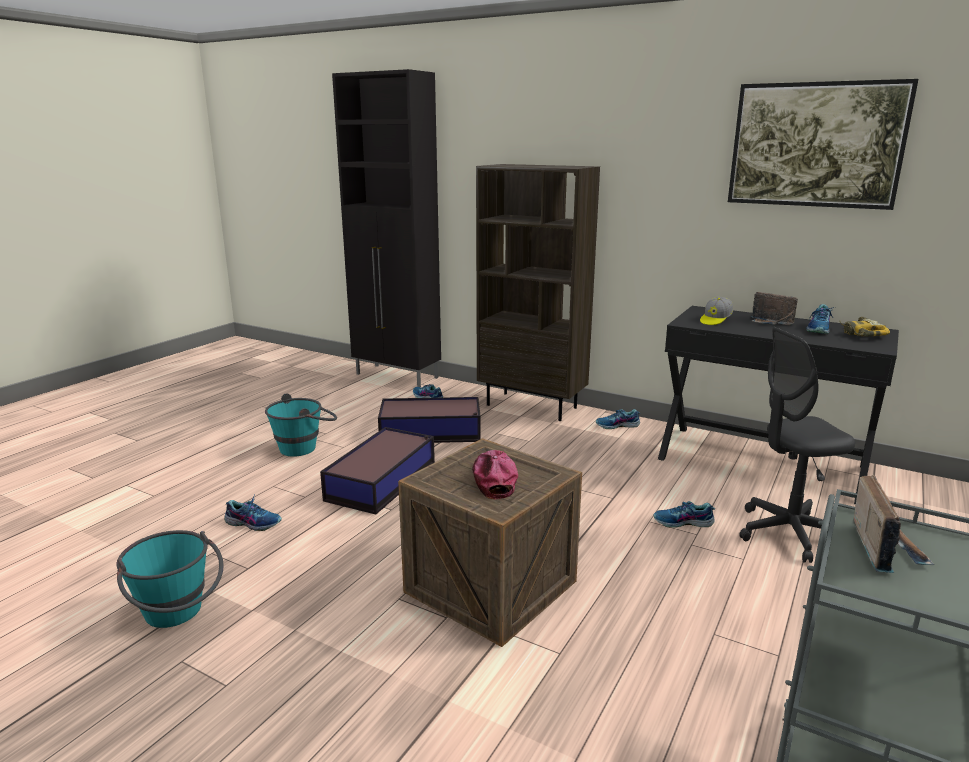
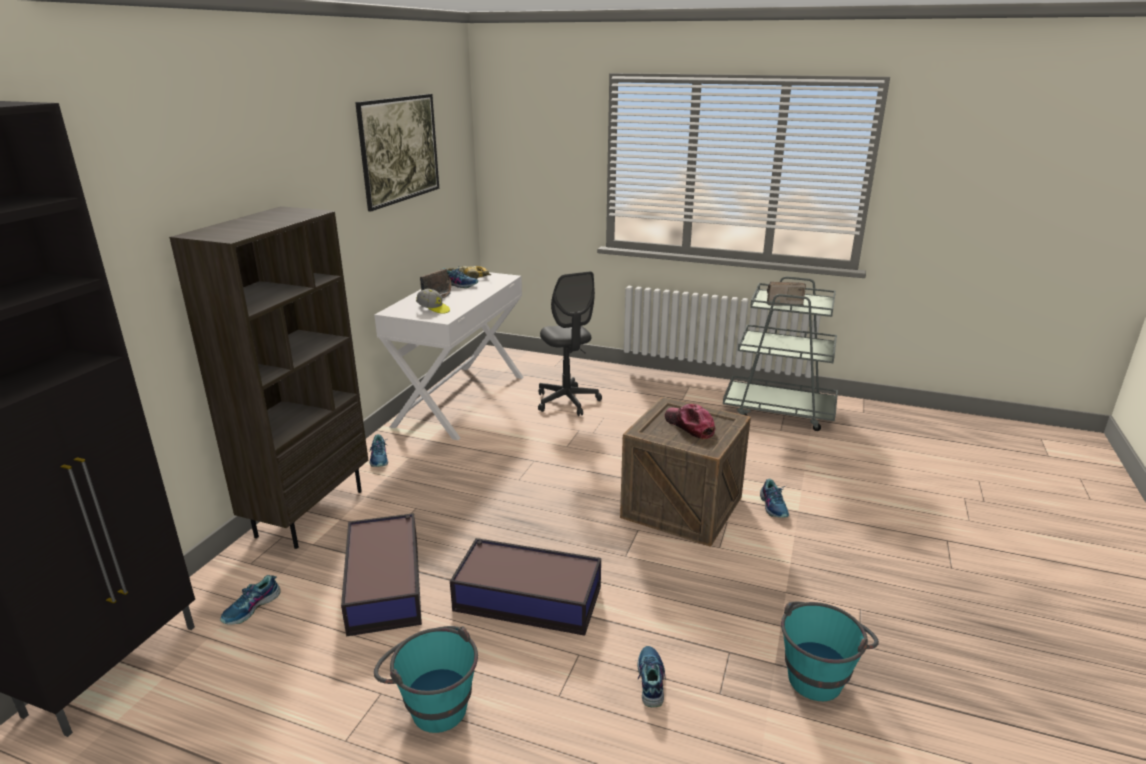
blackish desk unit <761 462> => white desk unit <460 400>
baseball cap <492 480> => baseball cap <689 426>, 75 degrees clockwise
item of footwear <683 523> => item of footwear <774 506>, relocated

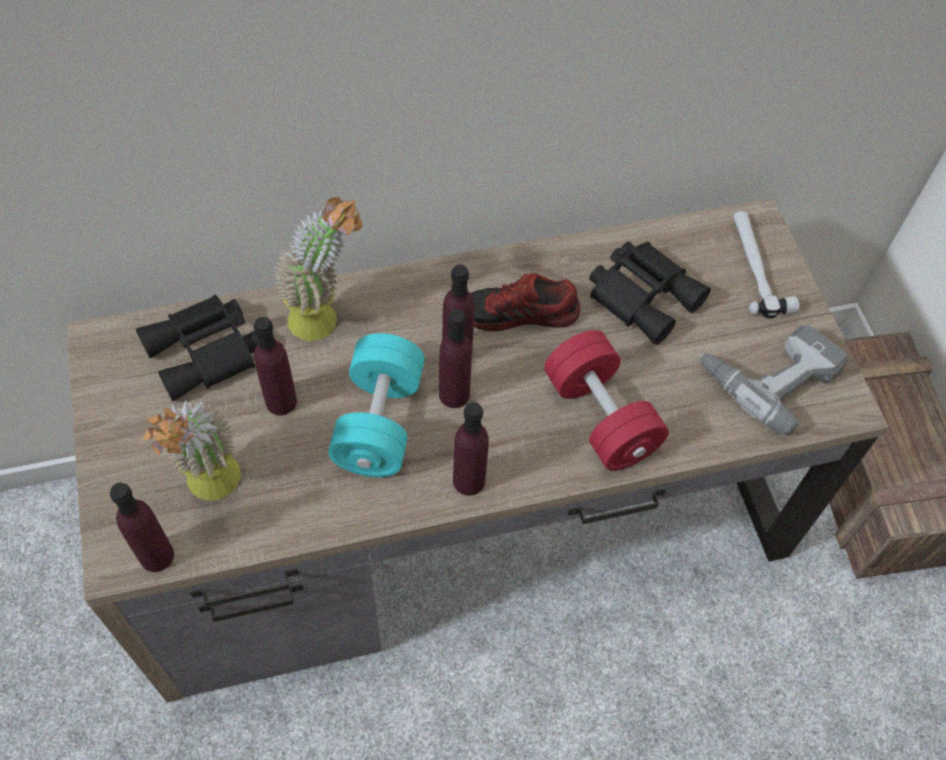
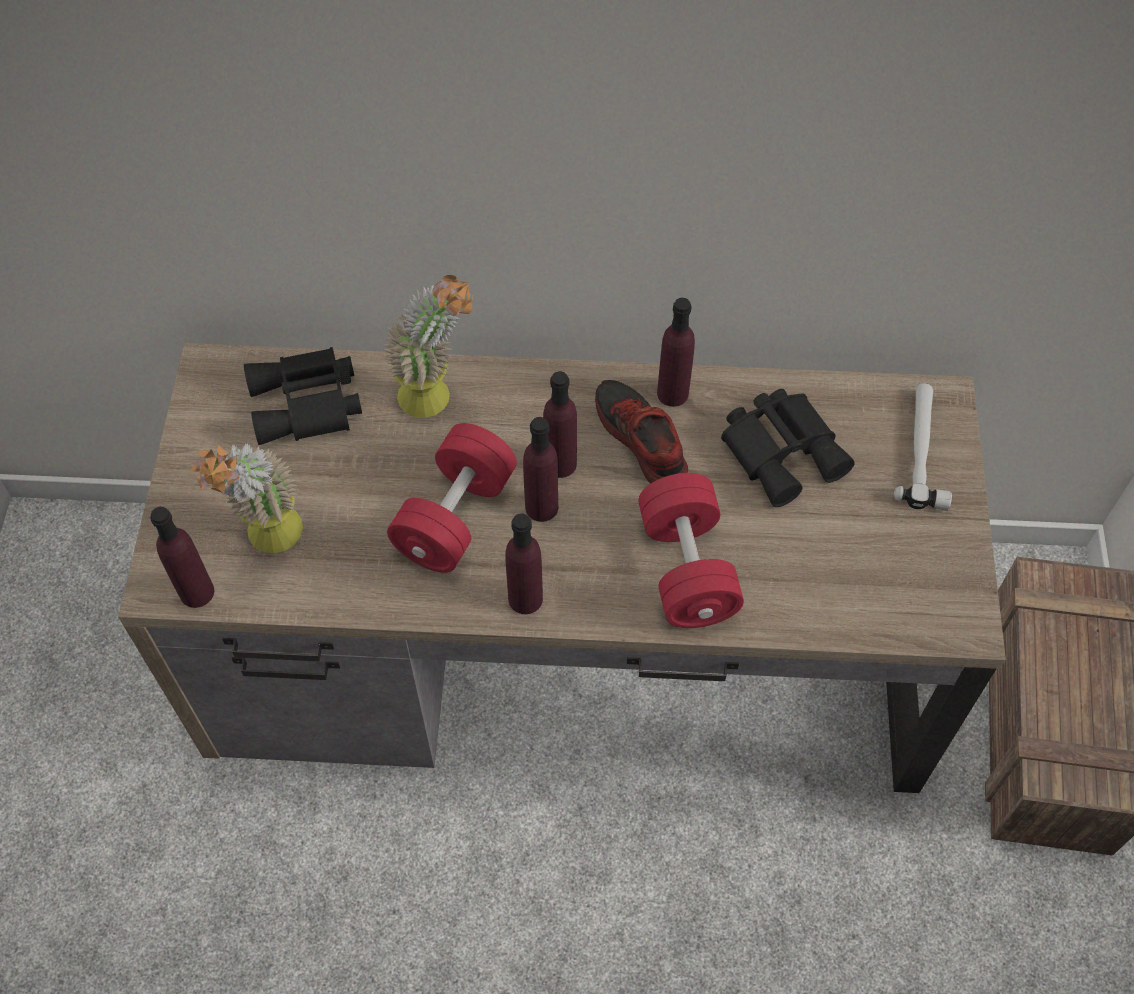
turquoise-coloured free weight <379 422> => red-coloured free weight <455 516>
item of footwear <518 315> => item of footwear <639 440>, 45 degrees clockwise
purple bottle <281 401> => purple bottle <672 393>, relocated
electric drill <768 374> => nothing

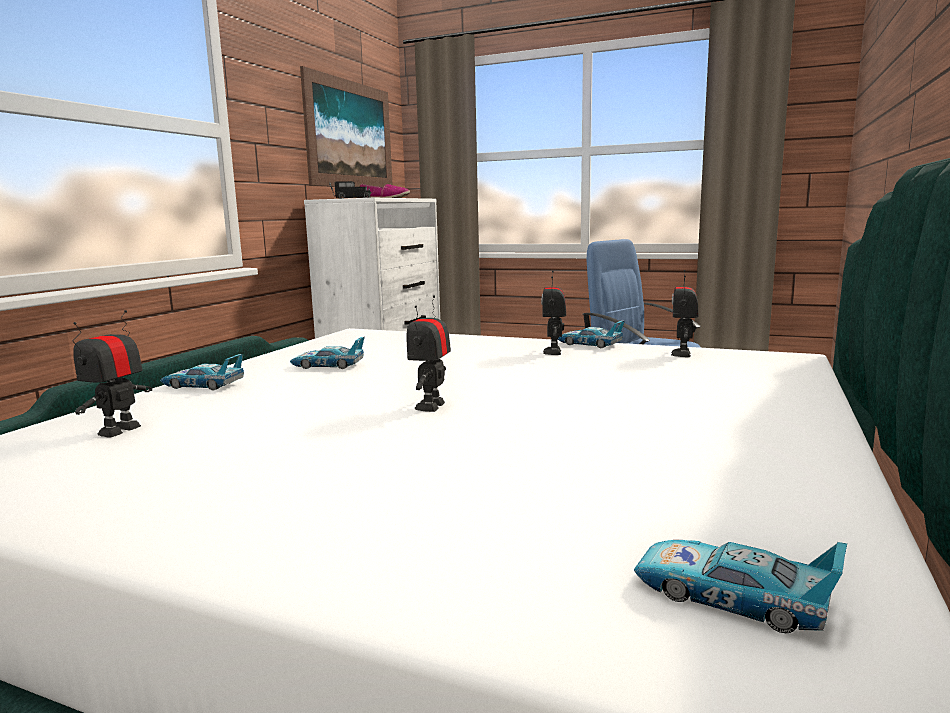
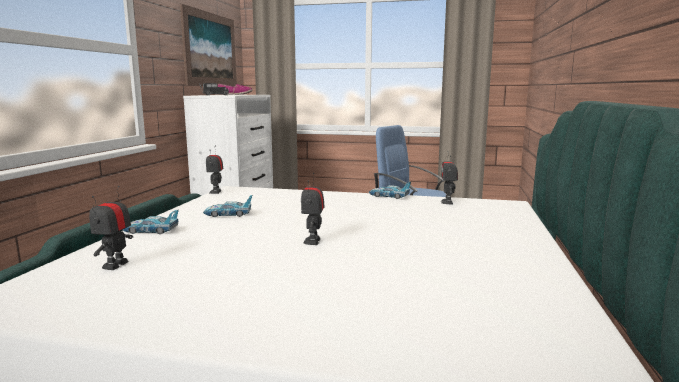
model robot <553 352> => model robot <216 192>, relocated
toy car <732 597> => nothing

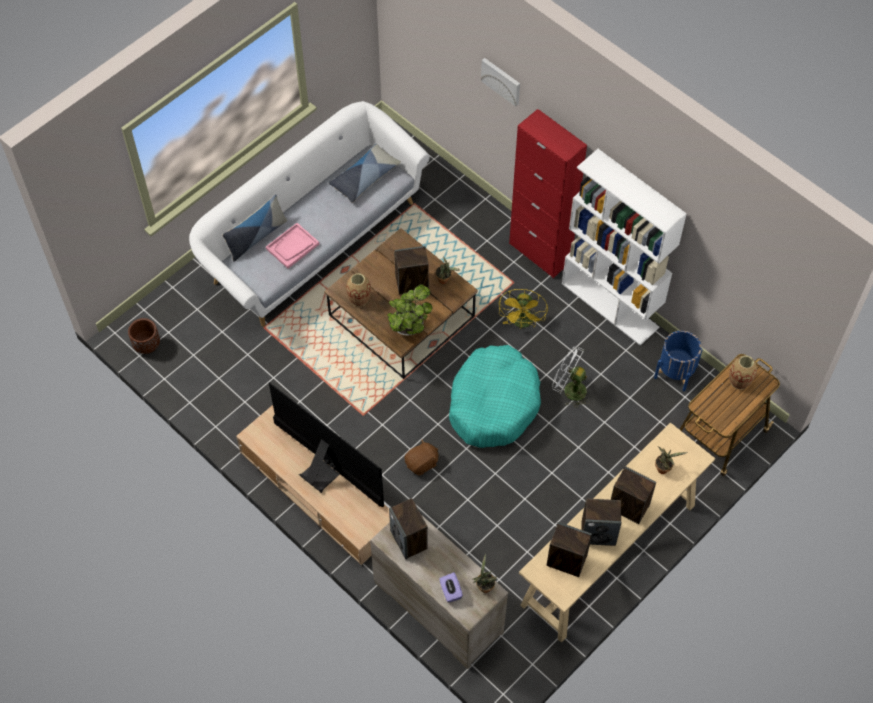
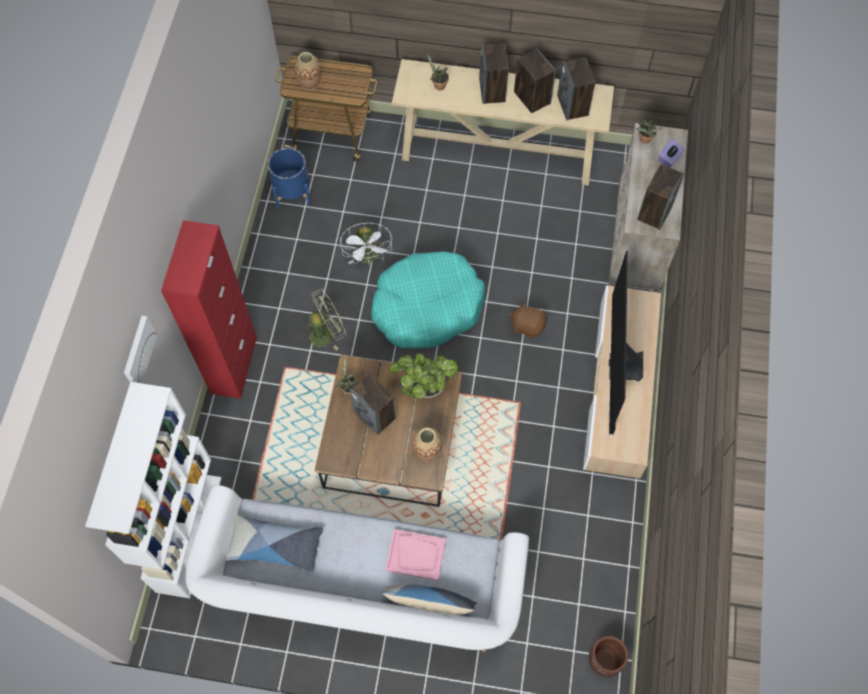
white bookcase <610 305> => white bookcase <188 533>, relocated
yellowish cooling fan <522 323> => green cooling fan <326 333>

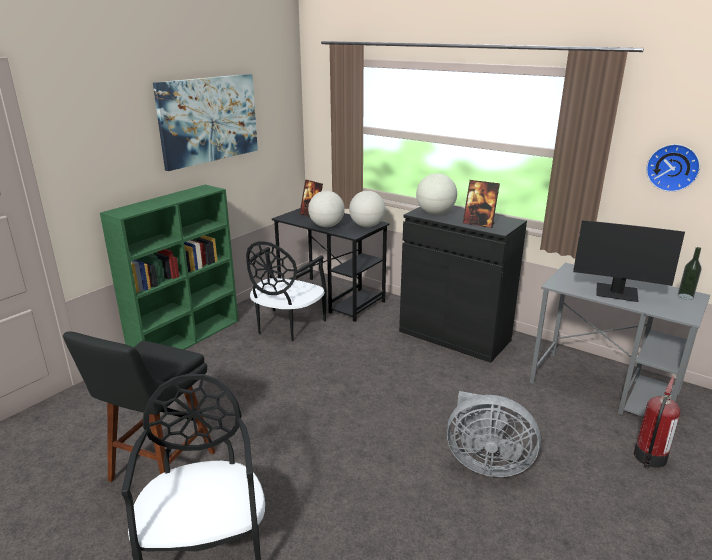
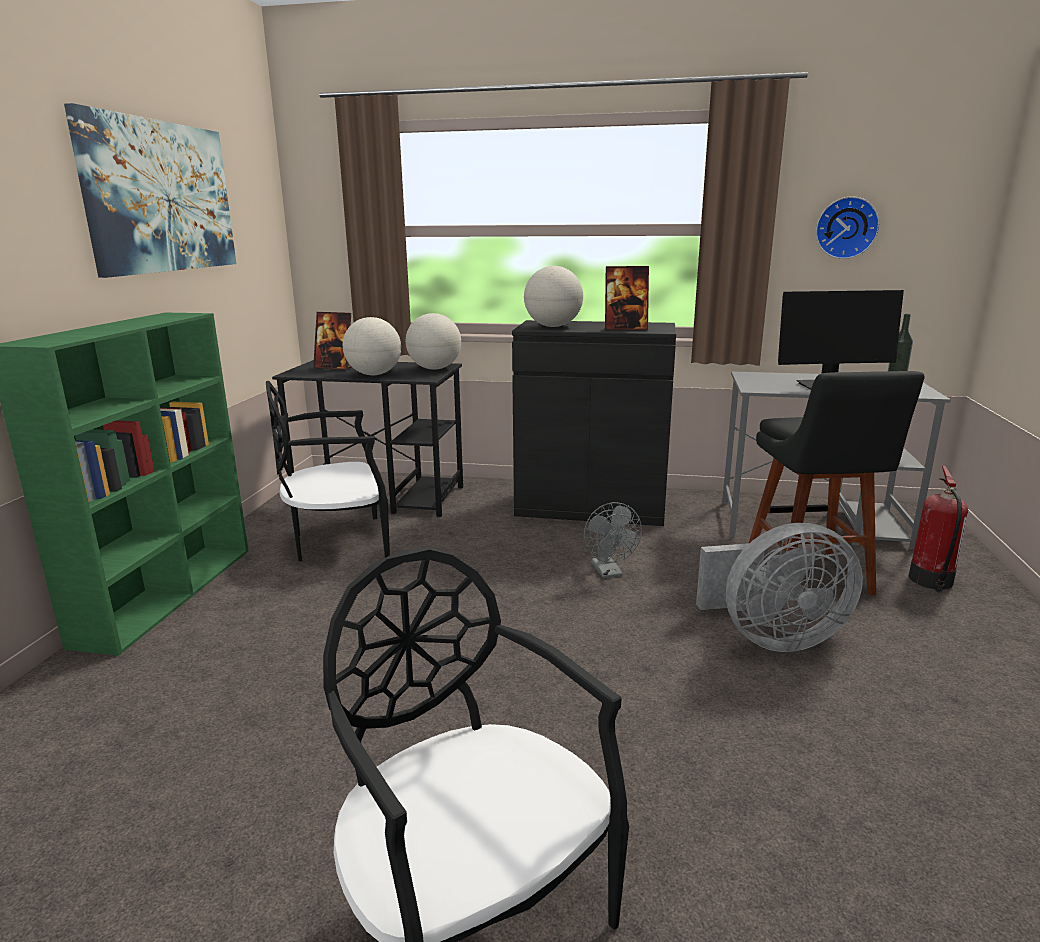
blackish plain chair <287 326> => blackish plain chair <338 542>, 75 degrees clockwise
nothing => grey cooling fan <609 572>
blackish stool seat <159 469> => blackish stool seat <809 577>, relocated

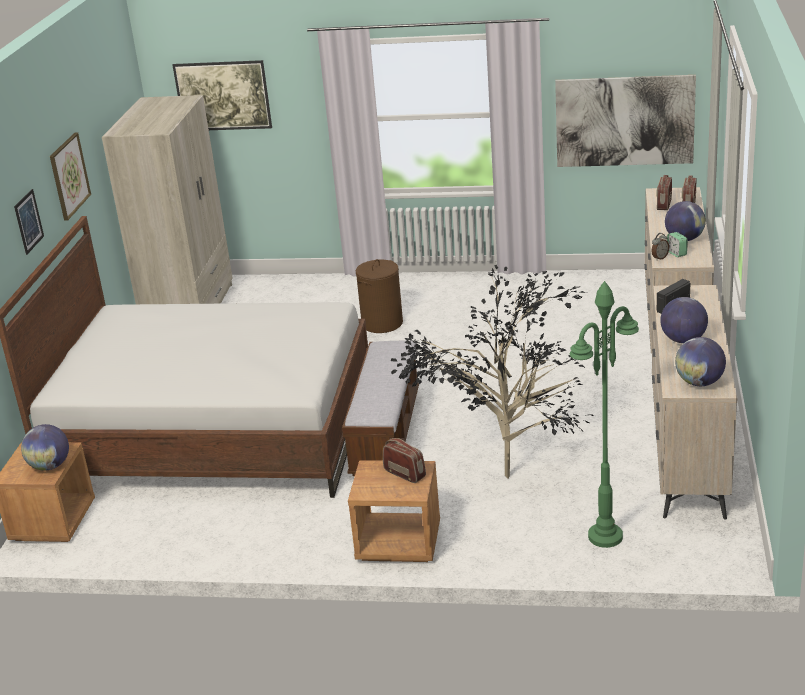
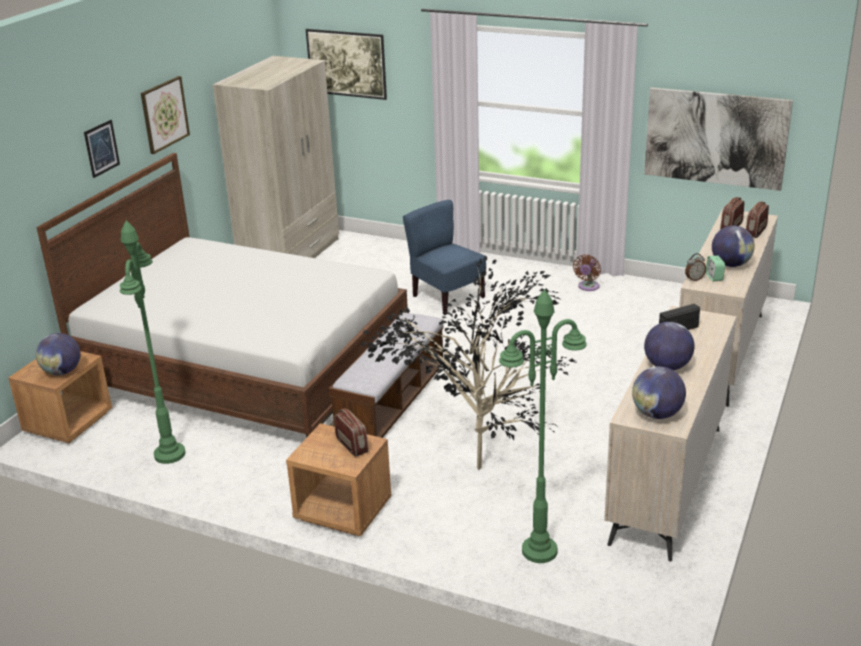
nothing => green standing lamp <169 454>
brown-coloured washing basket <382 323> => blue-coloured plain chair <447 297>
nothing => brown-coloured cooling fan <588 287>

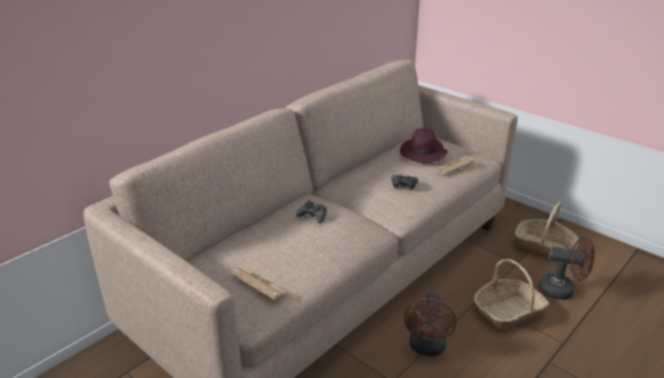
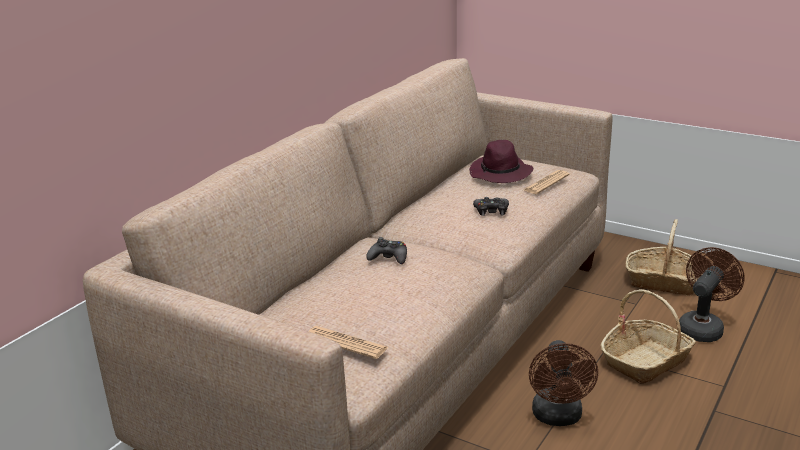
brown-coloured cooling fan <562 290> => brown-coloured cooling fan <702 327>, 60 degrees counterclockwise

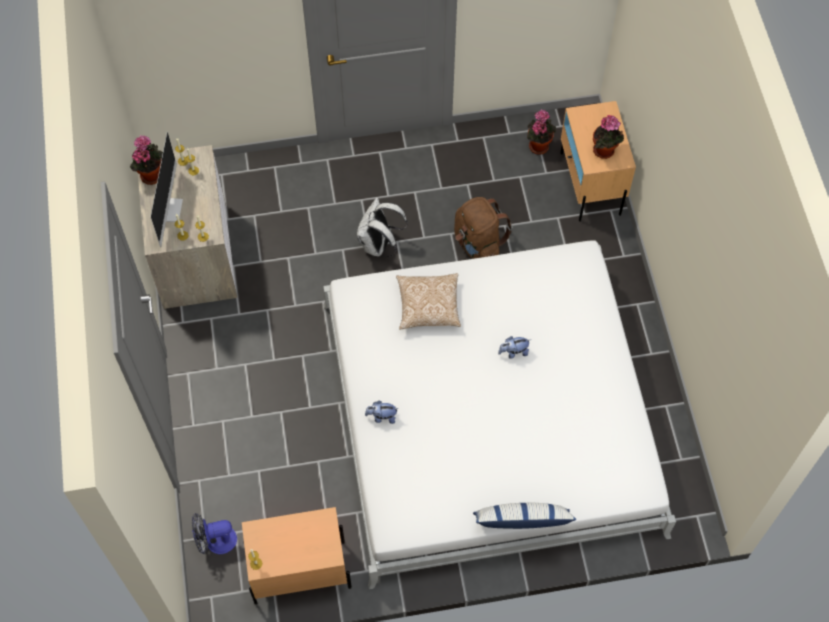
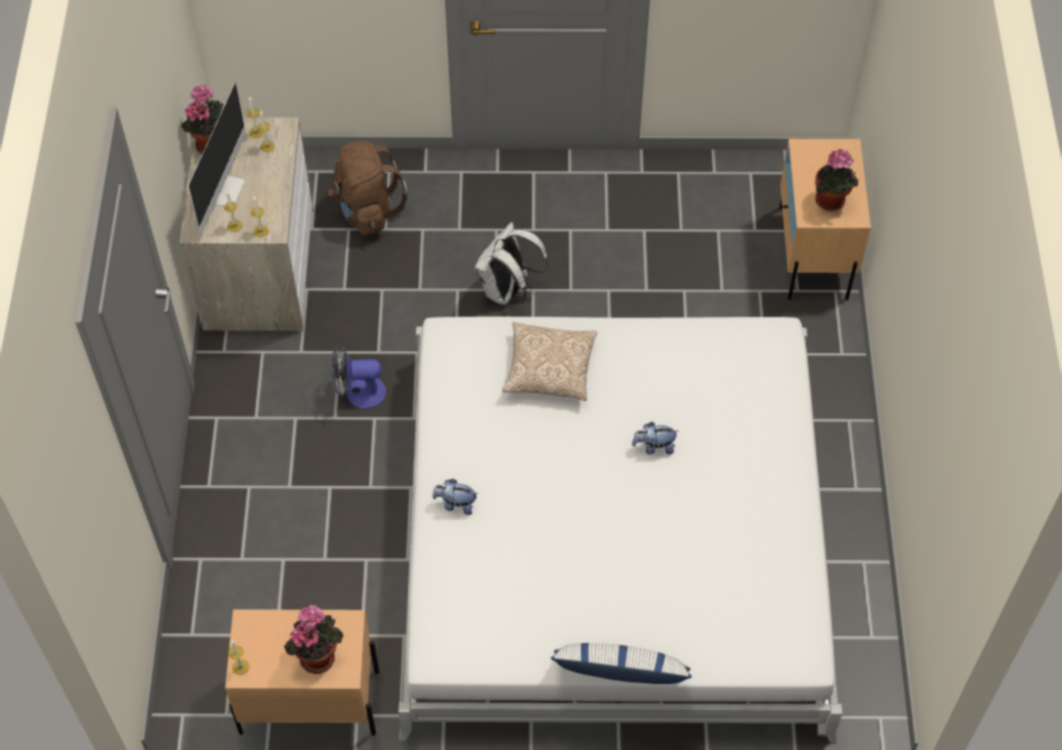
potted plant <538 145> => potted plant <317 655>, relocated
brown-coloured backpack <478 243> => brown-coloured backpack <366 210>, relocated
cooling fan <215 541> => cooling fan <358 393>, relocated

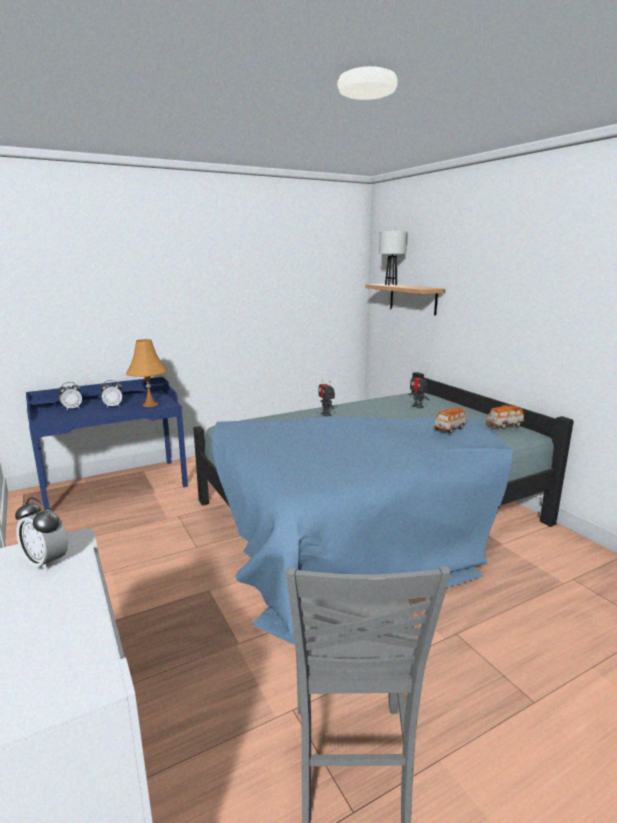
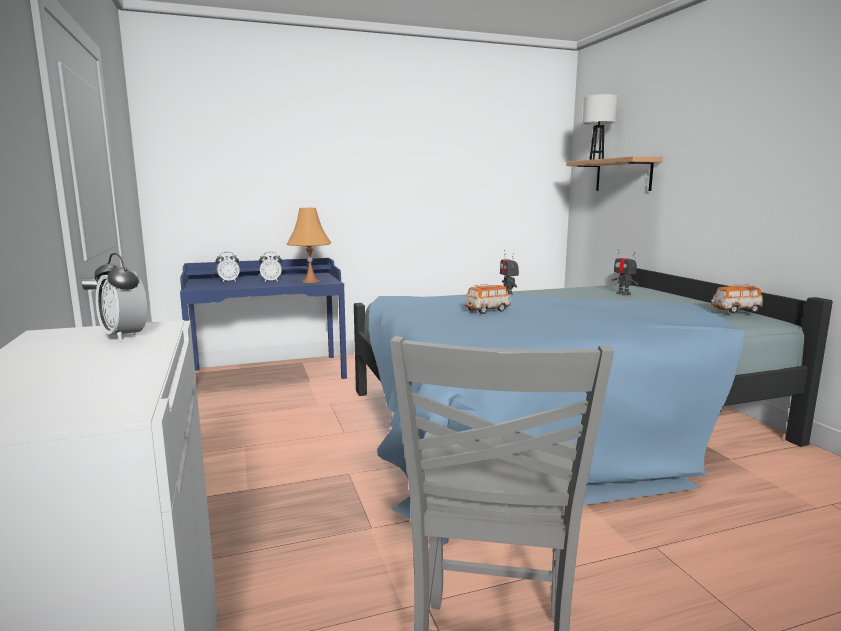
toy car <450 429> => toy car <487 310>, relocated

